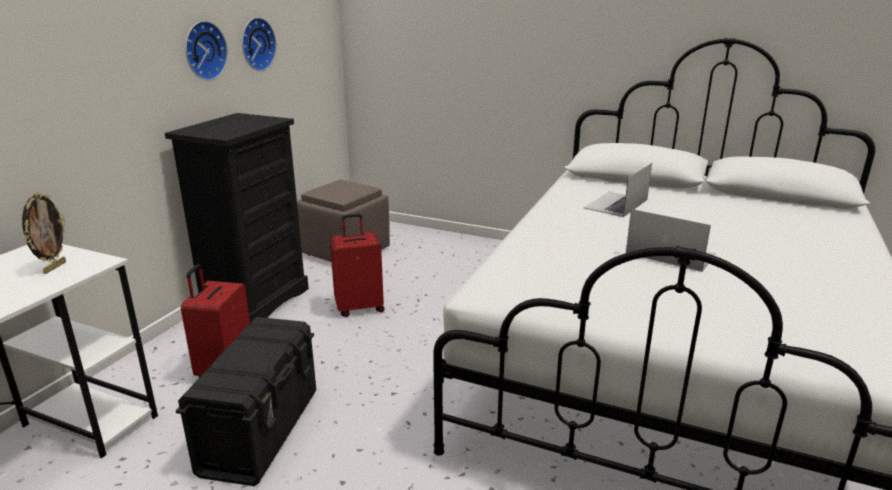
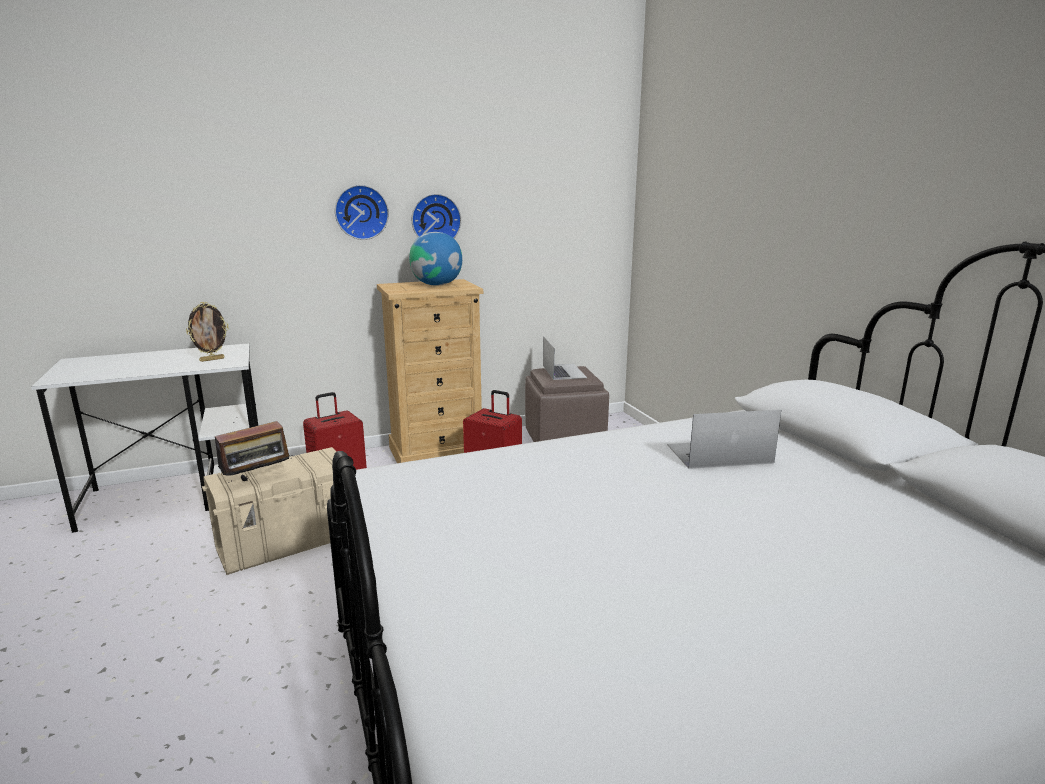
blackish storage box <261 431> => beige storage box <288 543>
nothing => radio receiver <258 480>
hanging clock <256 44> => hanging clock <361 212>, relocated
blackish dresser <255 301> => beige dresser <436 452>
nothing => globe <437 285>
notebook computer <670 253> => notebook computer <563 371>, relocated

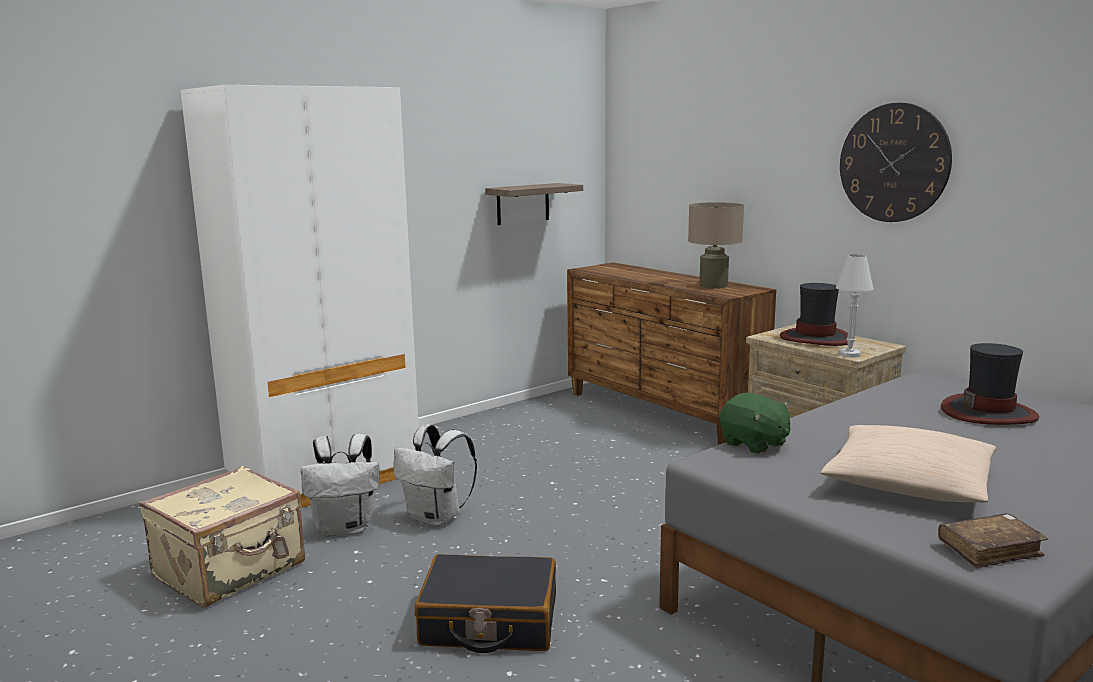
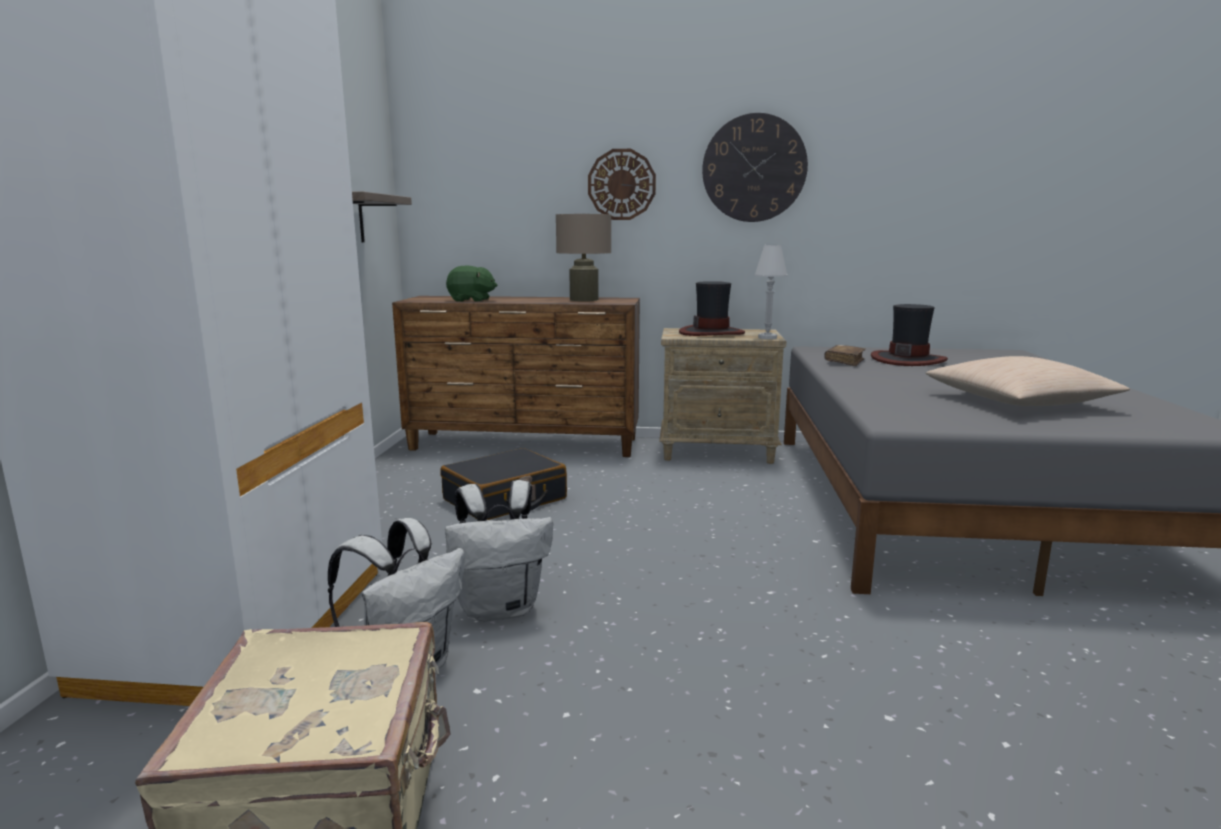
blackish suitcase <489 621> => blackish suitcase <505 500>, relocated
green plush toy <754 444> => green plush toy <471 300>, relocated
nothing => hanging clock <621 184>
brown-coloured book <989 550> => brown-coloured book <844 361>, relocated

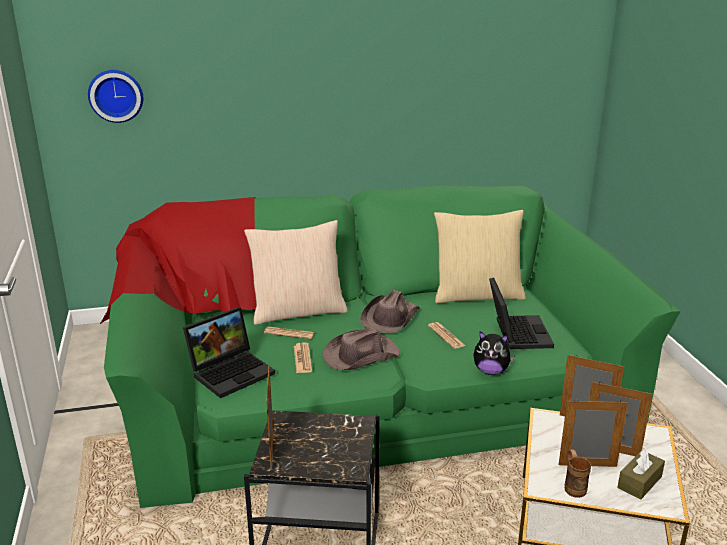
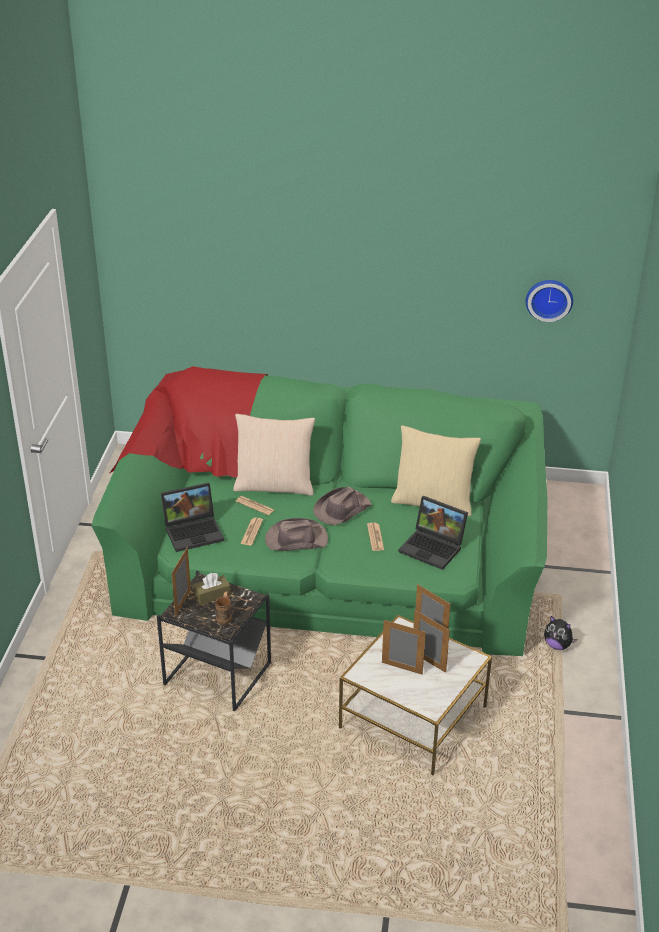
brown-coloured tissue holder <639 482> => brown-coloured tissue holder <212 595>, relocated
brown-coloured coffee mug <573 486> => brown-coloured coffee mug <225 616>, relocated
notebook computer <516 332> => notebook computer <434 548>, 105 degrees clockwise
hanging clock <116 95> => hanging clock <549 299>, relocated
plush toy <491 371> => plush toy <557 645>, relocated

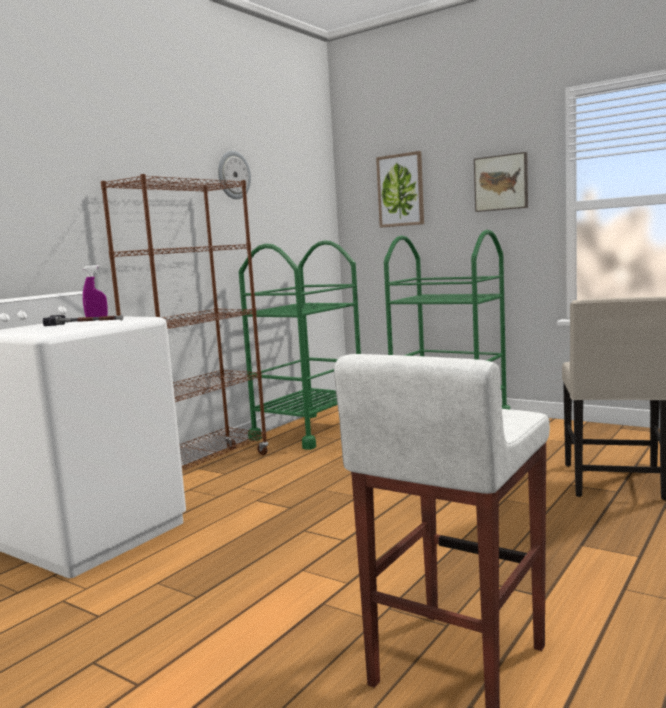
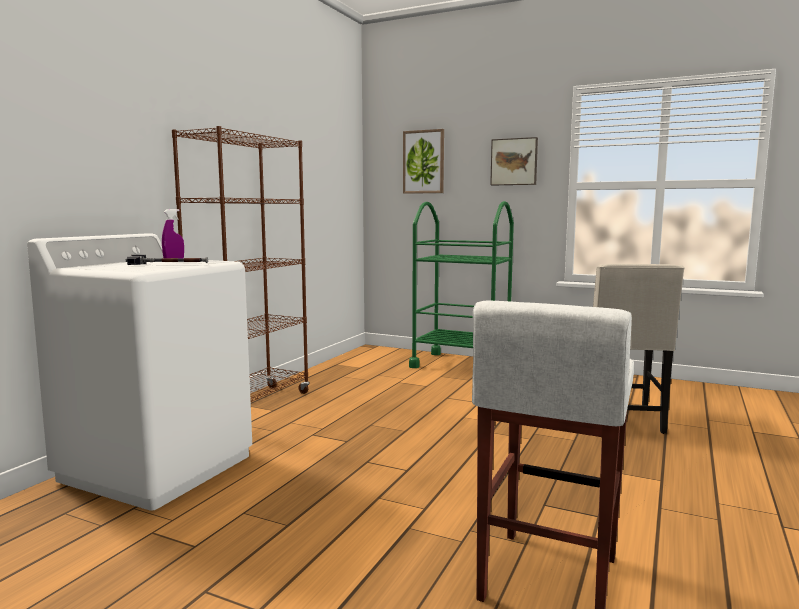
hanging clock <233 175> => nothing
green wheeled cart <309 431> => nothing

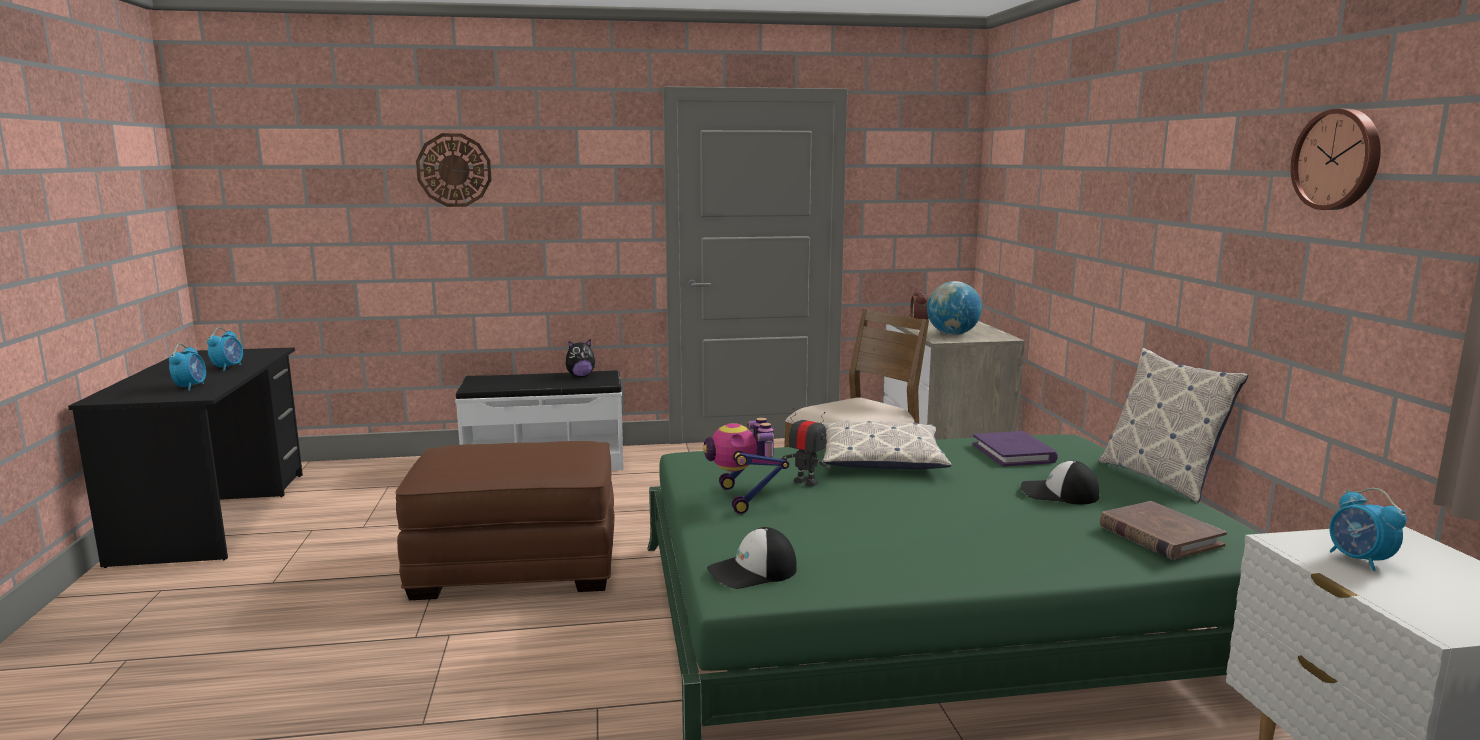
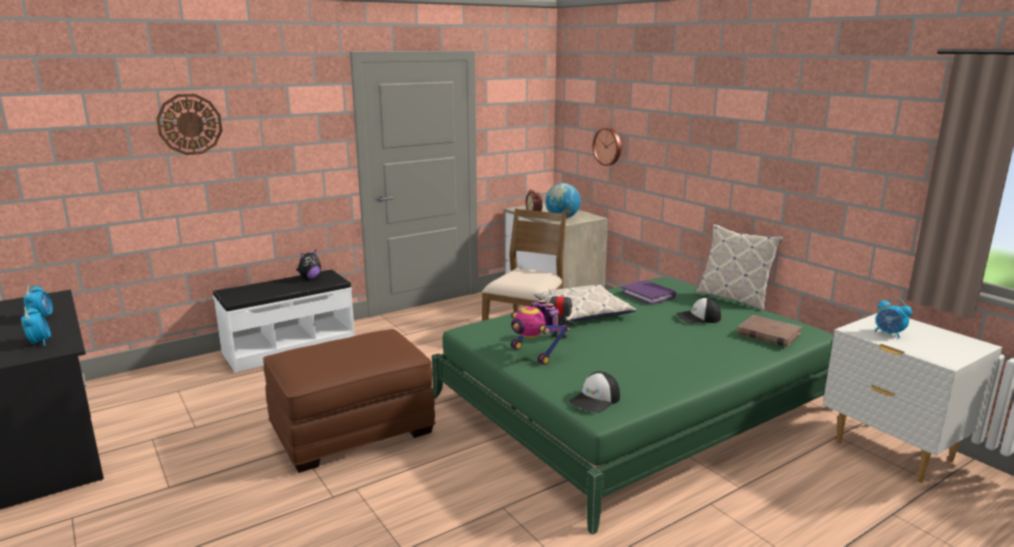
hanging clock <1338 159> => hanging clock <608 146>, relocated

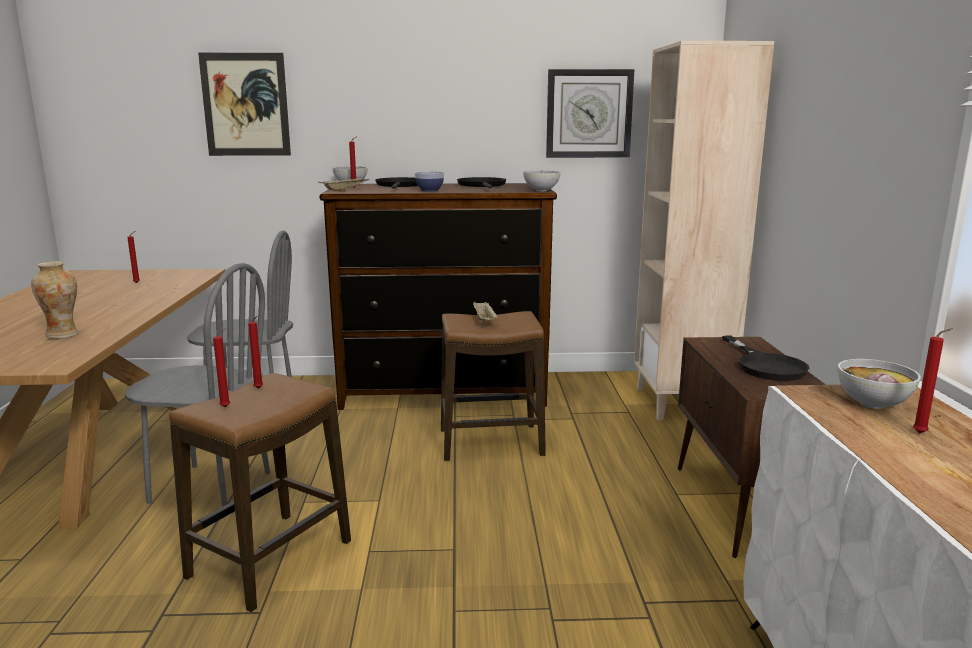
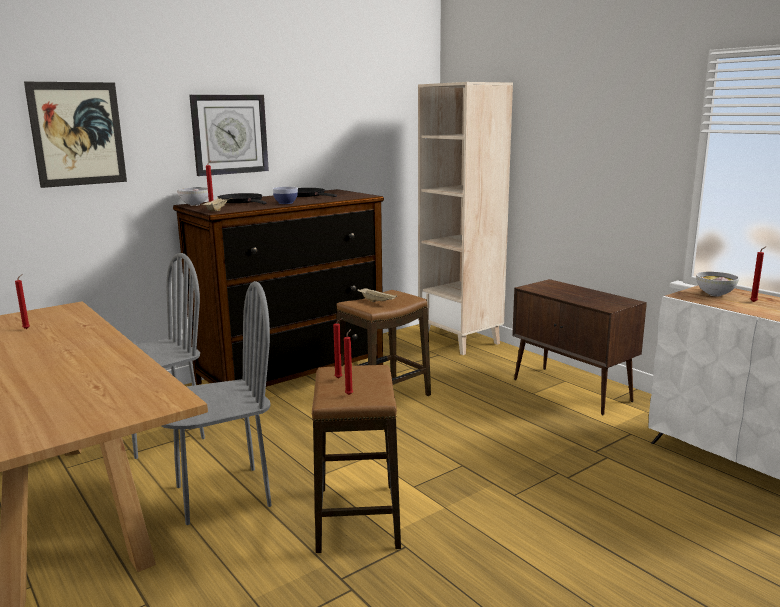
hanging clock <589 114> => hanging clock <229 134>, relocated
flower vase <62 335> => nothing
deep dish <541 190> => nothing
blackish frying pan <765 365> => nothing

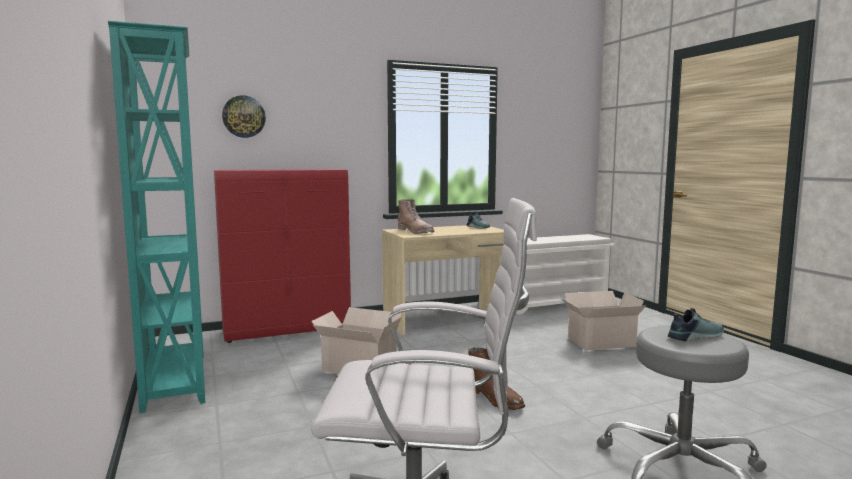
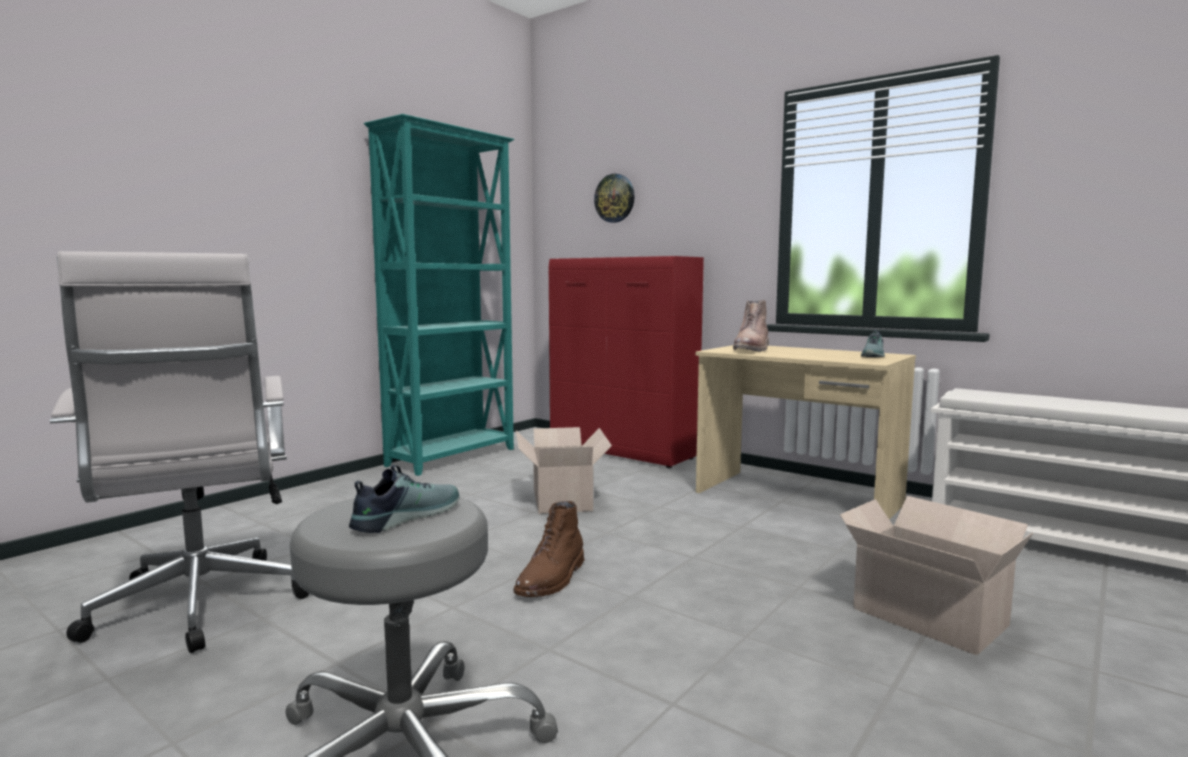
item of footwear <693 336> => item of footwear <404 517>, 90 degrees counterclockwise

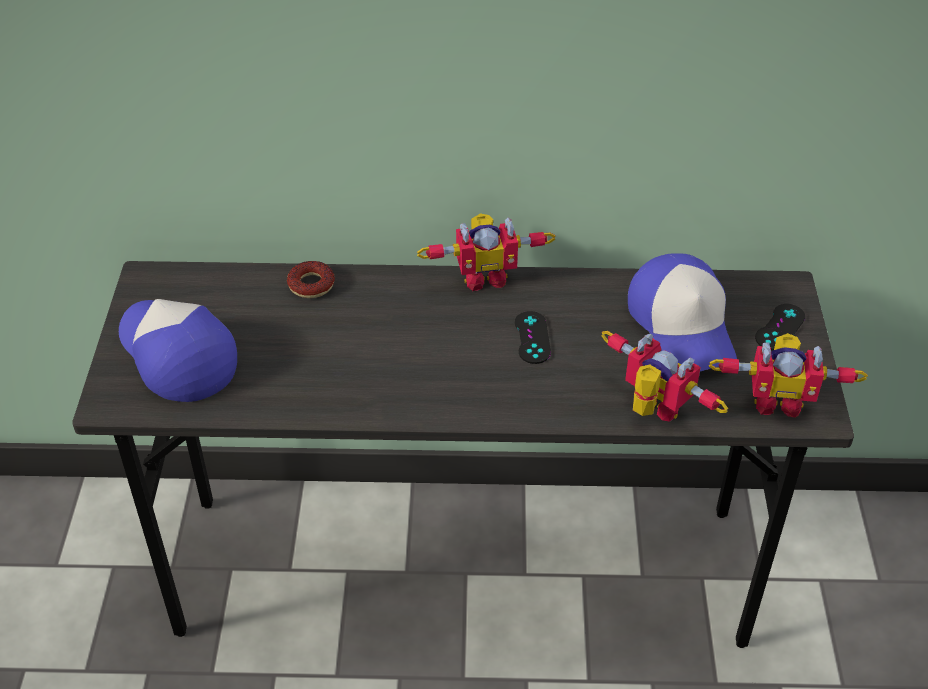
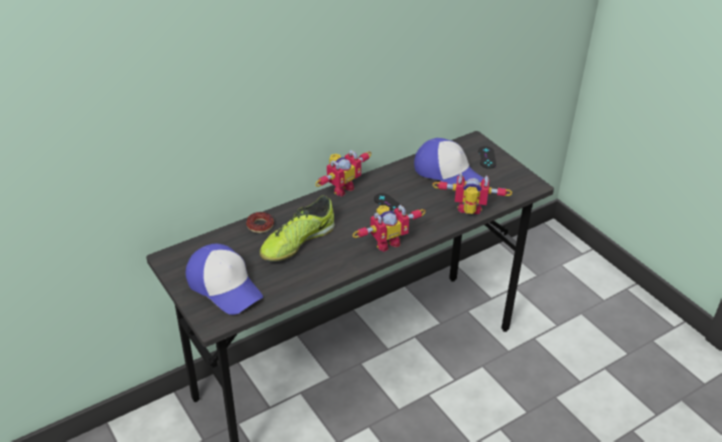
baseball cap <176 355> => baseball cap <225 286>, 150 degrees counterclockwise
nothing => item of footwear <297 242>
model robot <777 400> => model robot <386 242>, relocated

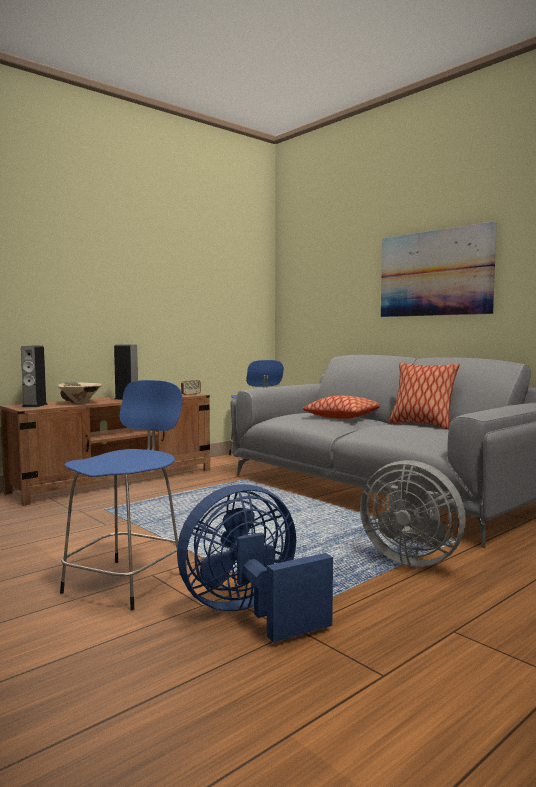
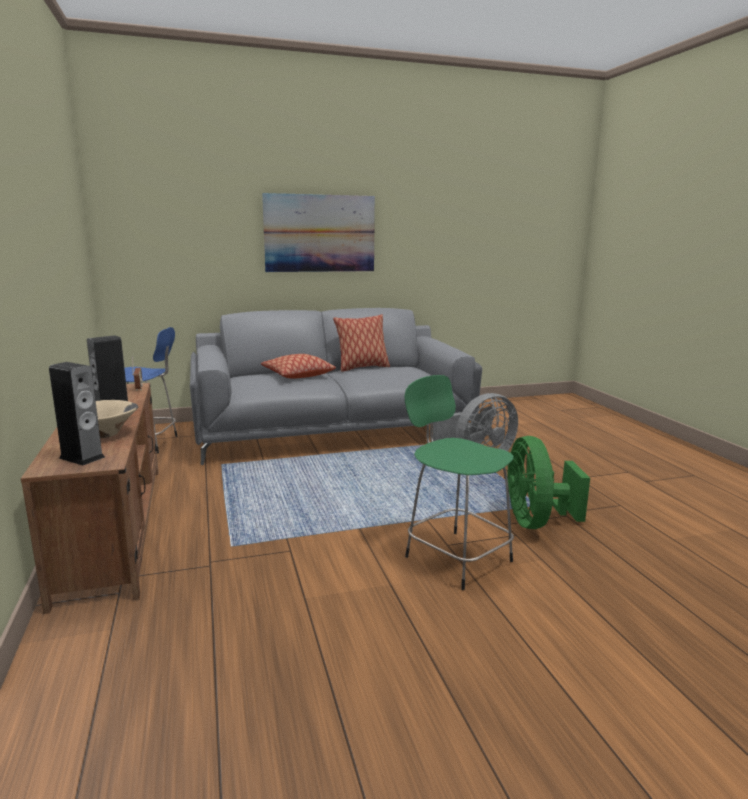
blue-coloured stool seat <127 581> => green stool seat <455 557>
blue-coloured cooling fan <250 613> => green cooling fan <536 522>

